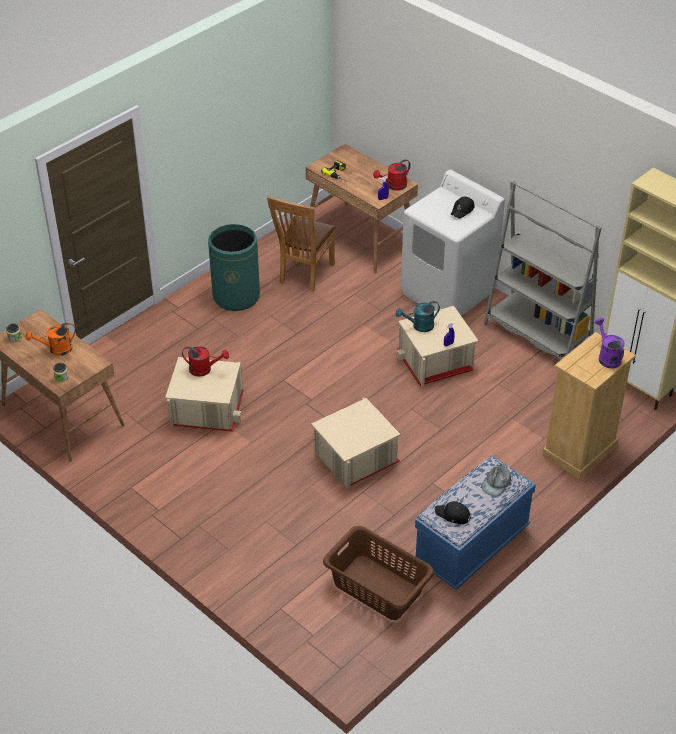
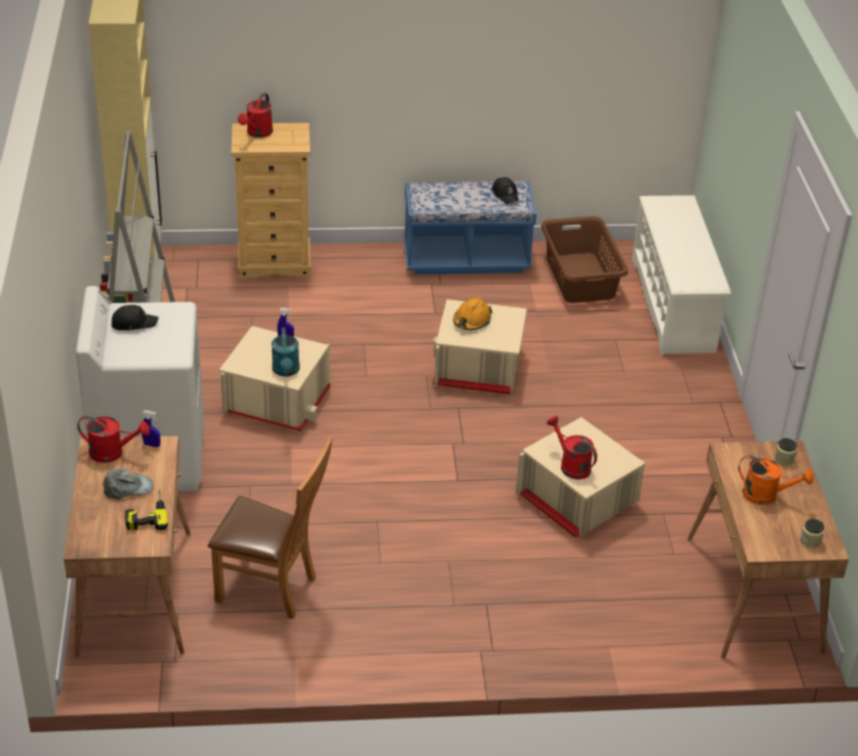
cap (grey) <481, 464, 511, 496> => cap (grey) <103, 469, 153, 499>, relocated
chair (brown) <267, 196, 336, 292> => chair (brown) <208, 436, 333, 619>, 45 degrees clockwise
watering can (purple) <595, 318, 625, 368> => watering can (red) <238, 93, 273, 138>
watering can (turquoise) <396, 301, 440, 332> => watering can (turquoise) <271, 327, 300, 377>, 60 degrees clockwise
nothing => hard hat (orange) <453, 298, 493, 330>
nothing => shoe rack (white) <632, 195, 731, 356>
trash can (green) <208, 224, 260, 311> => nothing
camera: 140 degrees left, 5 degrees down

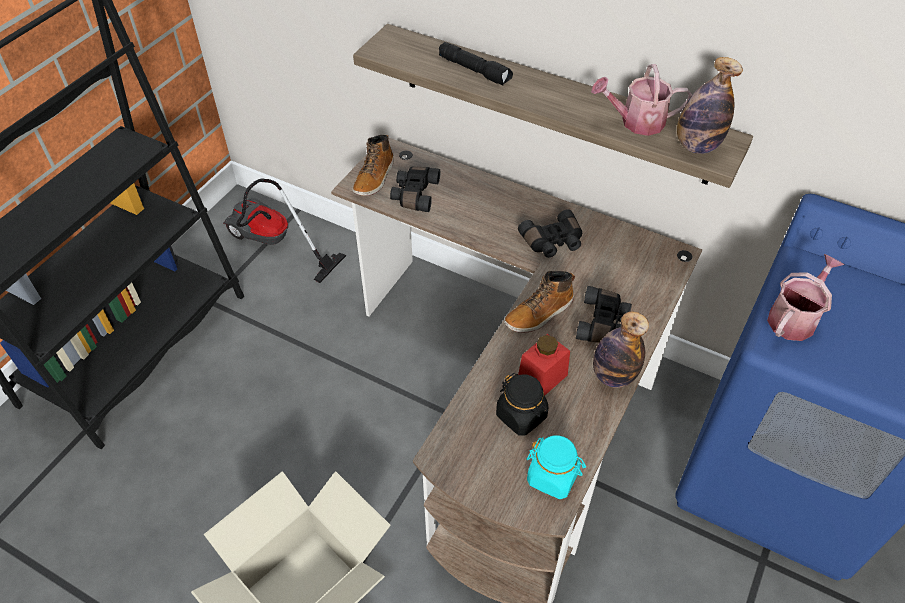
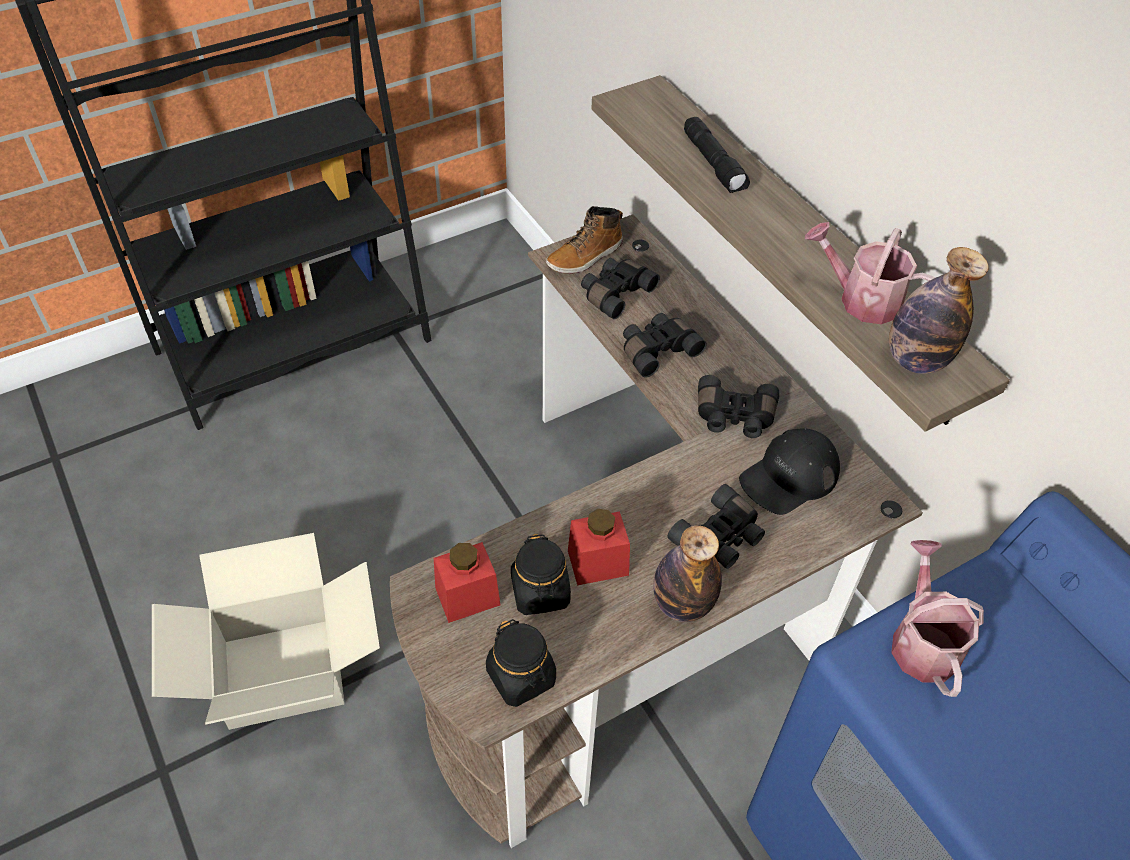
nothing => jar (red) <434, 542, 500, 623>
jar (turquoise) <527, 435, 586, 499> => jar (black) <486, 619, 556, 707>
nothing => binoculars (black) <623, 313, 707, 378>
nothing => cap (black) <739, 428, 840, 515>
watering can <767, 254, 844, 341> => watering can <891, 540, 984, 697>, 75 degrees counterclockwise
vacuum cleaner <223, 178, 346, 283> => nothing
boot <504, 271, 575, 332> => nothing
camera: 30 degrees right, 0 degrees up

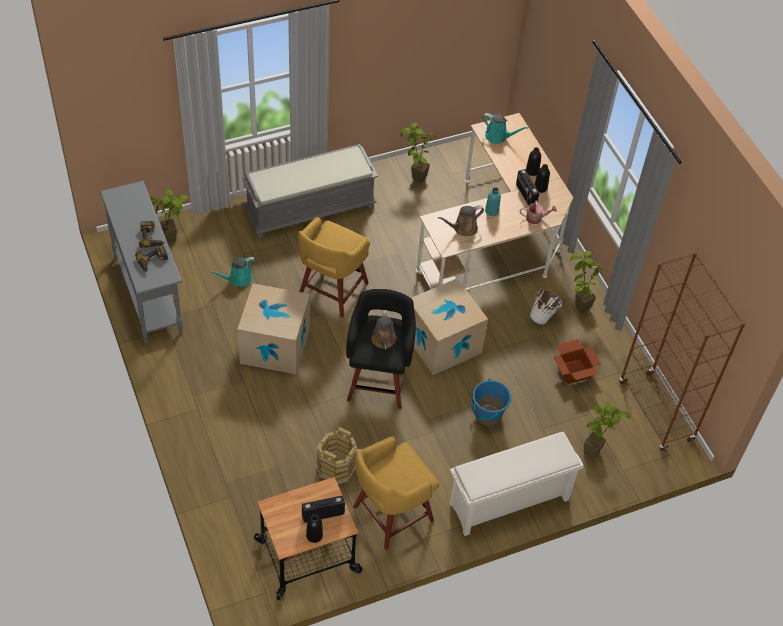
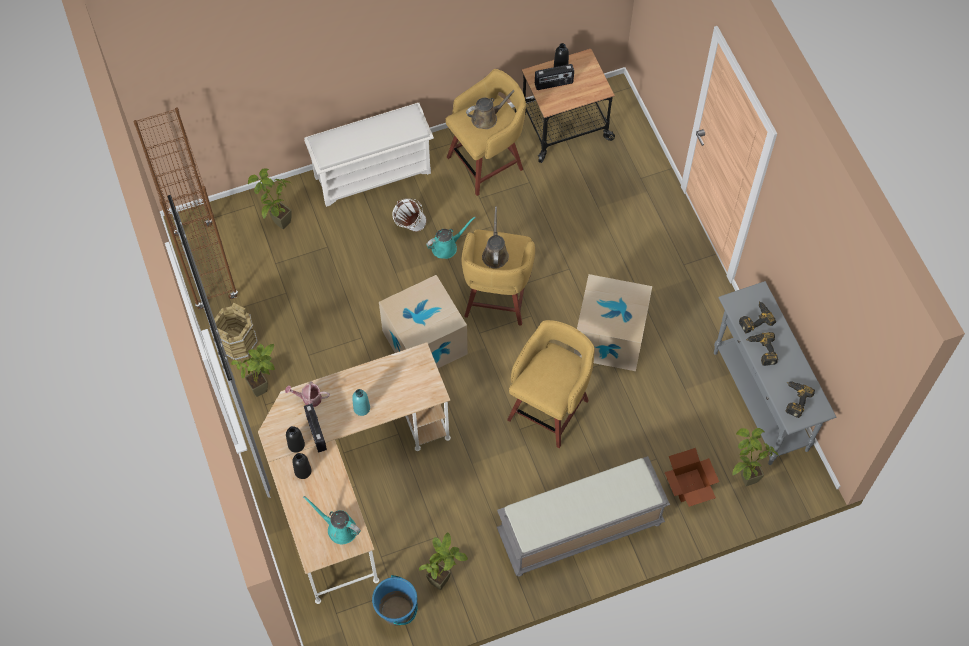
bucket (brown) <316, 427, 358, 484> => bucket (brown) <214, 303, 258, 360>, relocated
bucket (blue) <471, 379, 511, 426> => bucket (blue) <372, 575, 418, 626>, relocated
bucket (white) <529, 288, 562, 325> => bucket (white) <392, 198, 427, 232>, relocated
watering can (turquoise) <209, 257, 256, 286> => watering can (turquoise) <426, 216, 476, 259>, relocated
stool (black) <346, 289, 416, 409> => stool (yellow) <462, 230, 535, 326>
watering can (brown) <438, 205, 484, 236> => watering can (brown) <466, 90, 514, 129>, relocated
cardboard box <553, 339, 601, 384> => cardboard box <665, 448, 719, 507>, relocated
nothing => power drill <786, 381, 815, 418>
camera: 175 degrees left, 10 degrees up

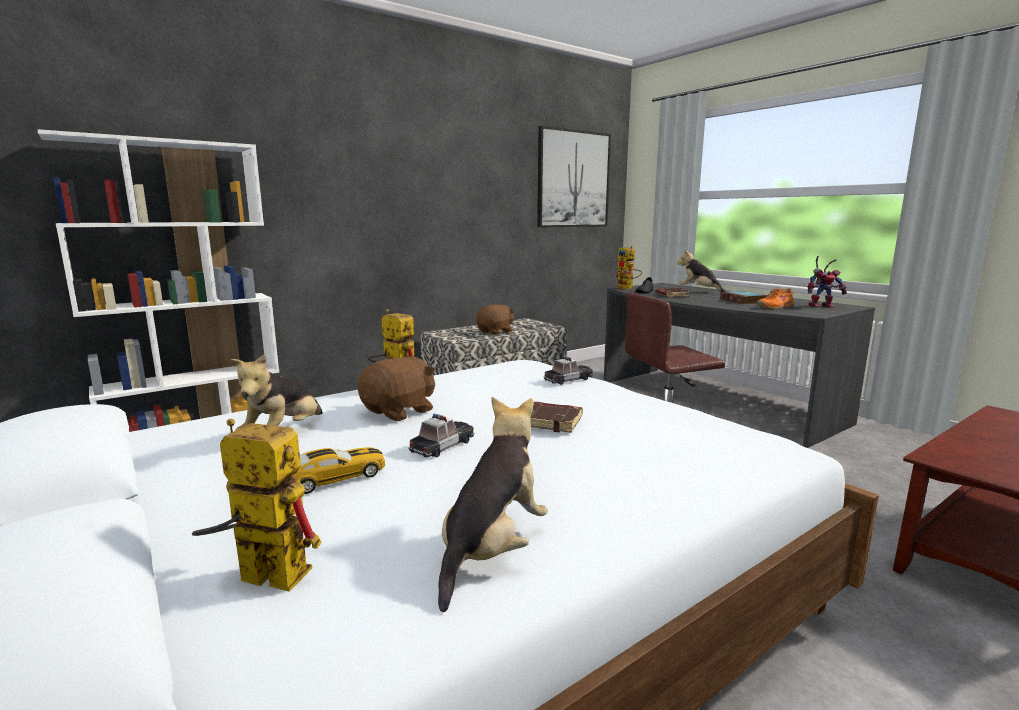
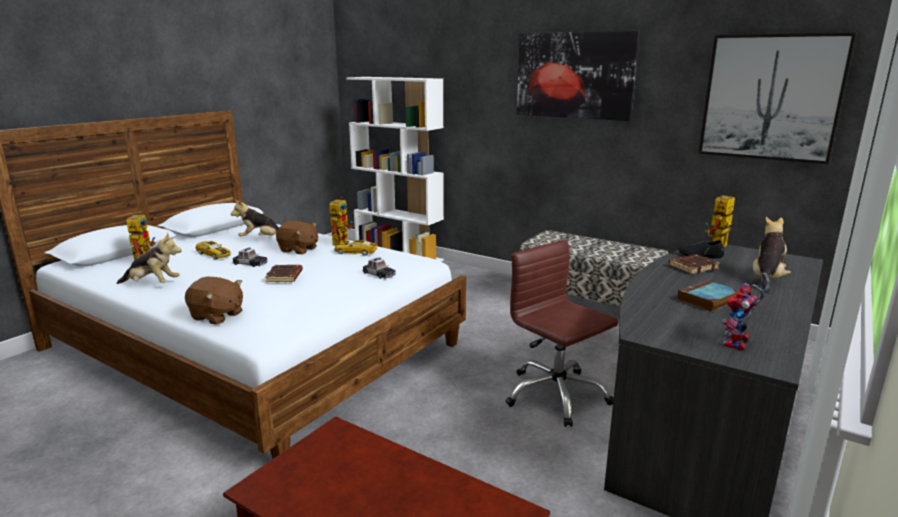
plush toy (brown) <476, 305, 514, 335> => plush toy (brown) <185, 277, 243, 325>, relocated
nothing => toy car <335, 240, 377, 256>
nothing => picture <517, 31, 640, 121>
toy robot <807, 256, 847, 308> => toy robot <722, 273, 770, 350>, 60 degrees clockwise
shoe (orange) <756, 288, 795, 309> => nothing
camera: 70 degrees right, 5 degrees up

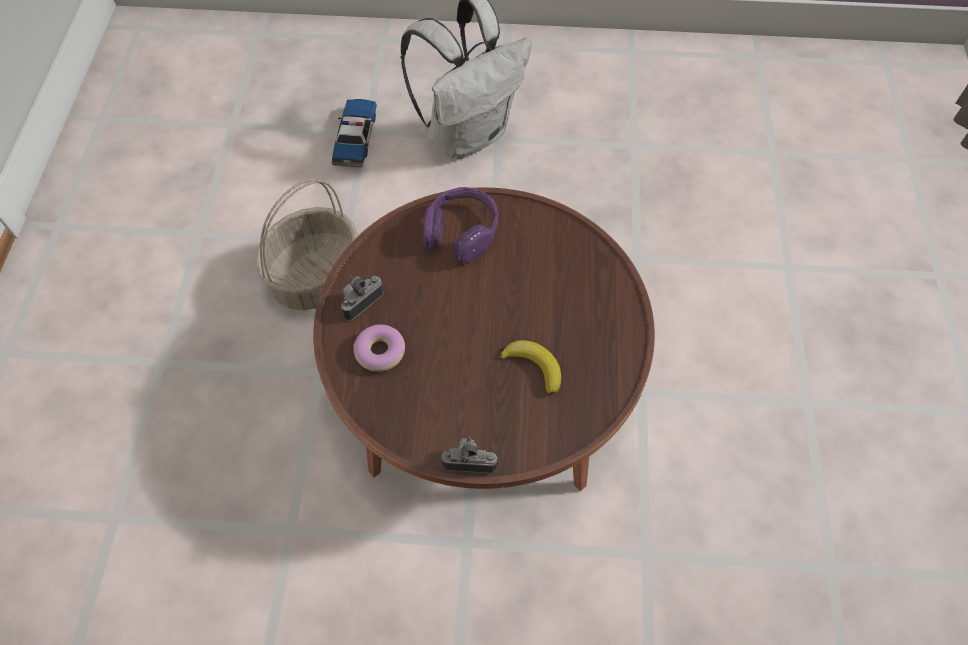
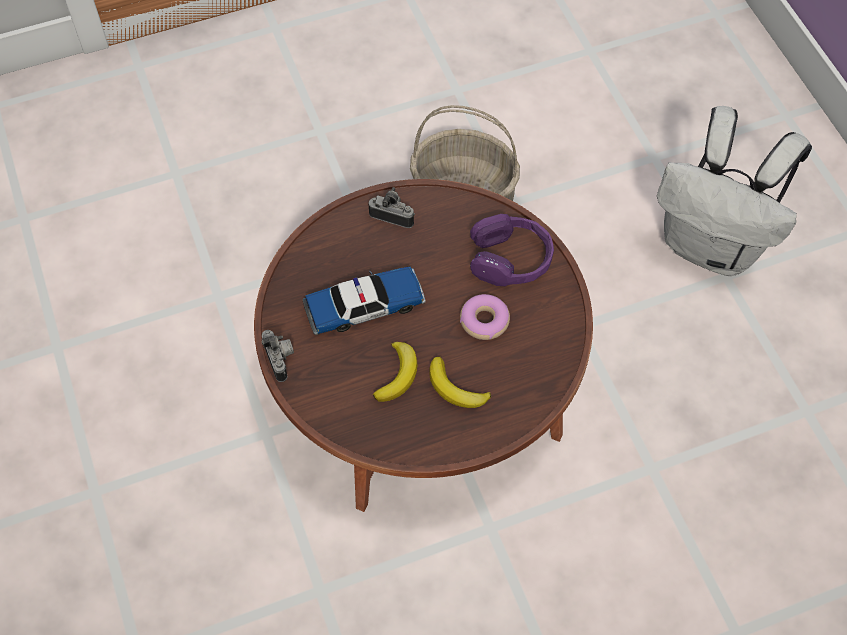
toy car <332, 99, 377, 167> => toy car <303, 267, 425, 335>, relocated
nothing => banana <429, 357, 491, 408>
donut <353, 324, 405, 372> => donut <460, 294, 510, 340>, relocated
camera: 65 degrees right, 0 degrees up

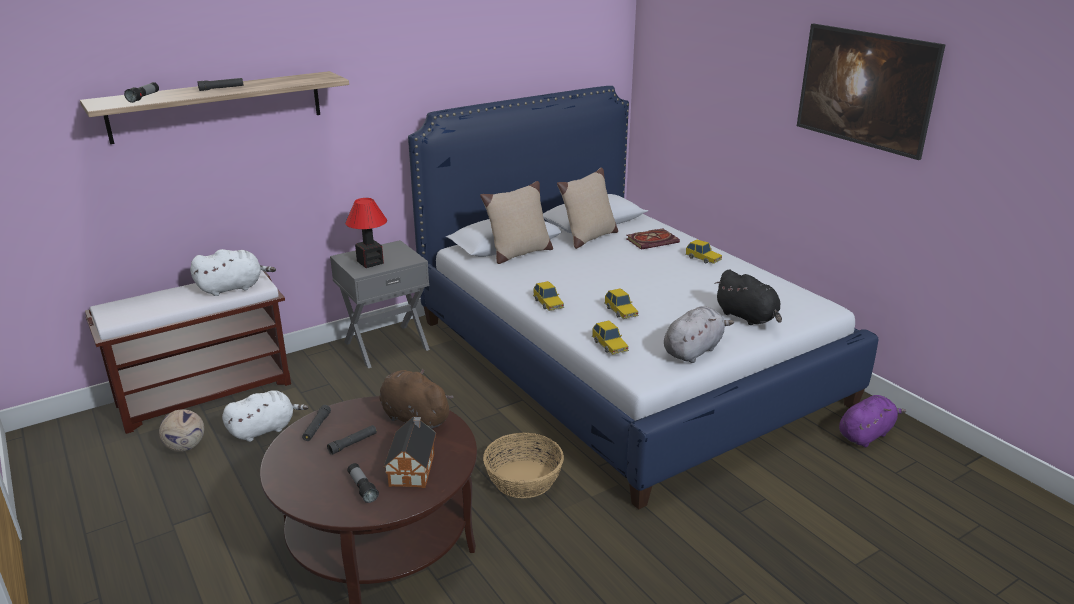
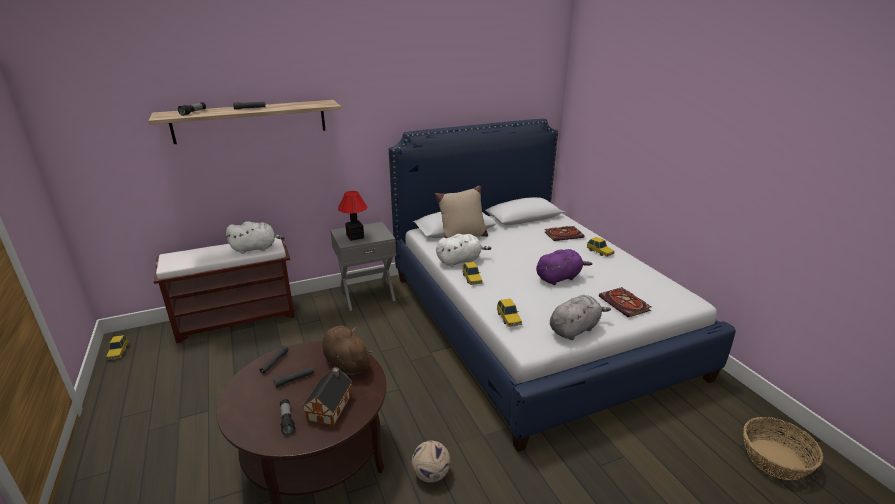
toy car <604, 288, 639, 319> => toy car <106, 335, 129, 360>, relocated
football <159, 409, 204, 452> => football <412, 441, 450, 483>, relocated
plush toy (white) <222, 390, 309, 442> => plush toy (white) <436, 234, 492, 267>, relocated
plush toy (purple) <839, 395, 906, 447> => plush toy (purple) <536, 249, 592, 285>, relocated
plush toy (black) <714, 270, 782, 325> => book <599, 287, 651, 317>
basket <483, 433, 564, 498> => basket <743, 417, 823, 480>, relocated
pillow (beige) <557, 168, 618, 249> => nothing
picture <797, 23, 946, 160> => nothing
camera: 10 degrees right, 0 degrees up

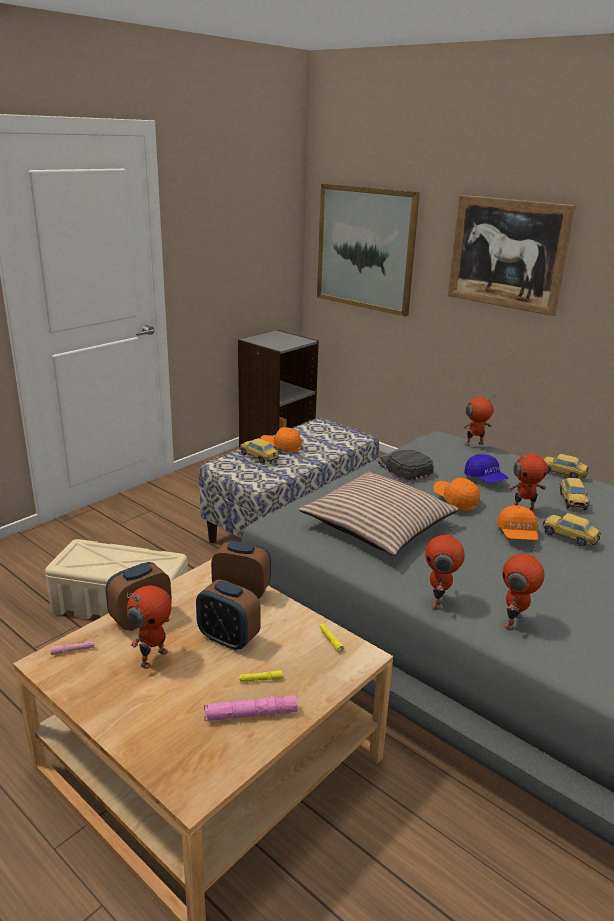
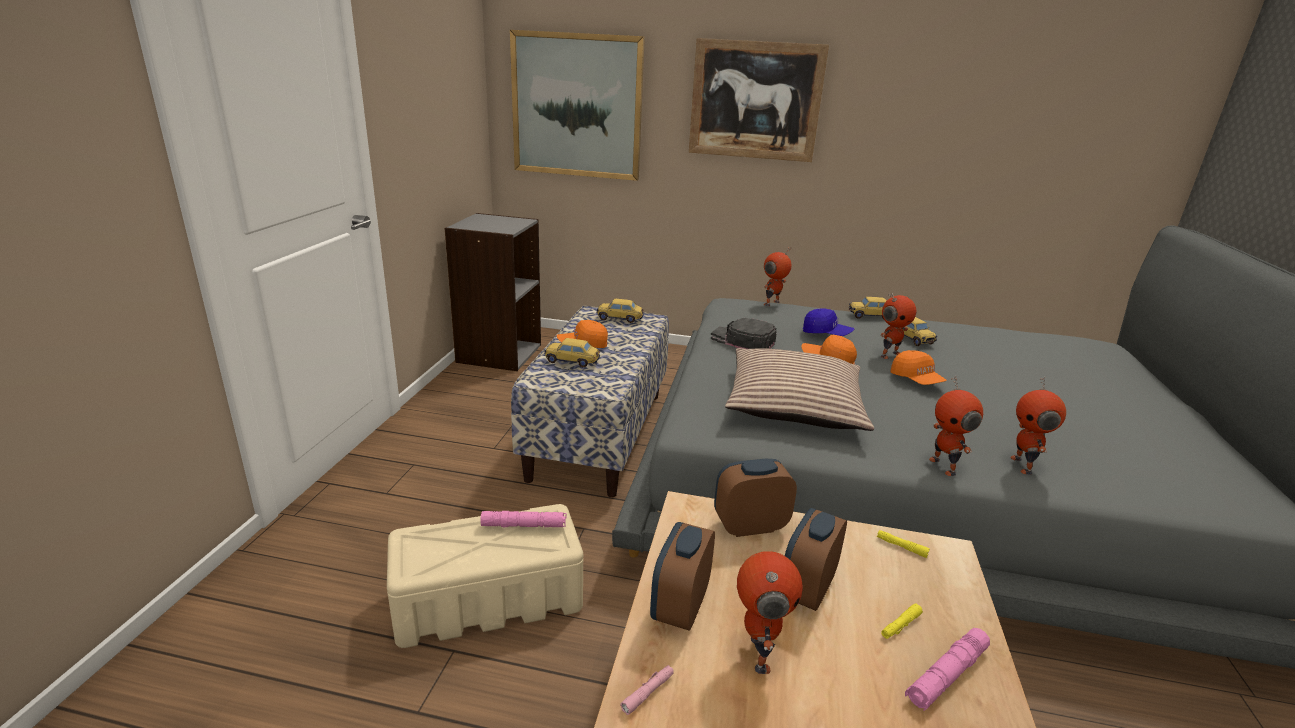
nothing => flashlight (pink) <480, 511, 567, 528>
toy car <542, 513, 601, 546> => toy car <597, 299, 644, 323>, relocated
alarm clock <196, 579, 261, 651> => alarm clock <785, 508, 847, 611>, 120 degrees clockwise
camera: 30 degrees left, 0 degrees up

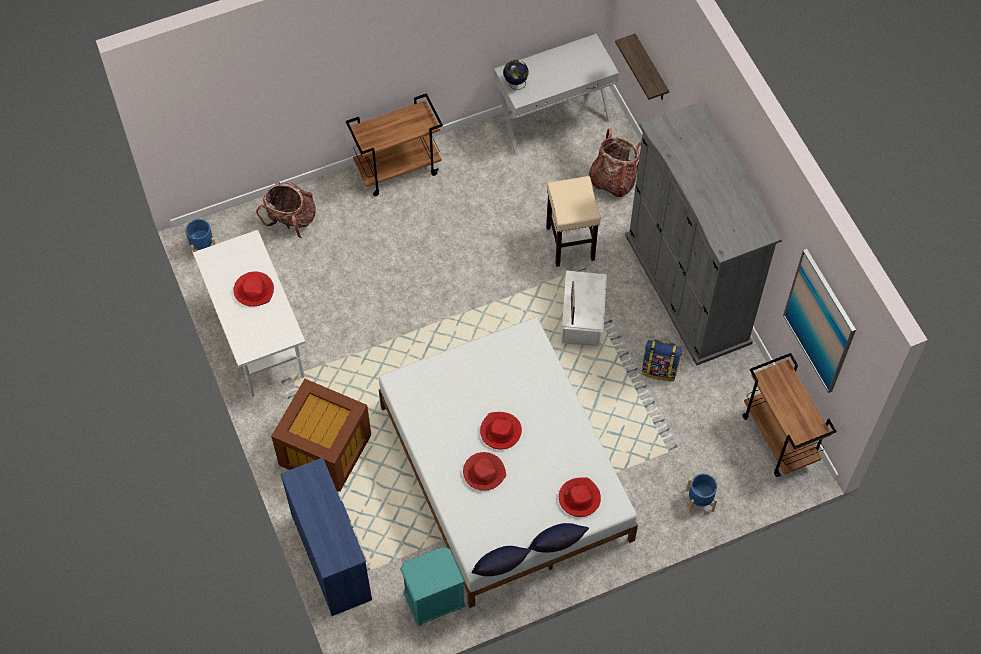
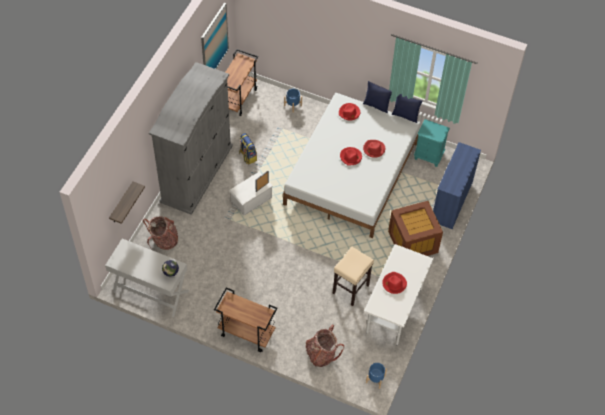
stool (beige) <546, 176, 601, 267> => stool (beige) <333, 247, 374, 306>, relocated
camera: 135 degrees left, 5 degrees down

